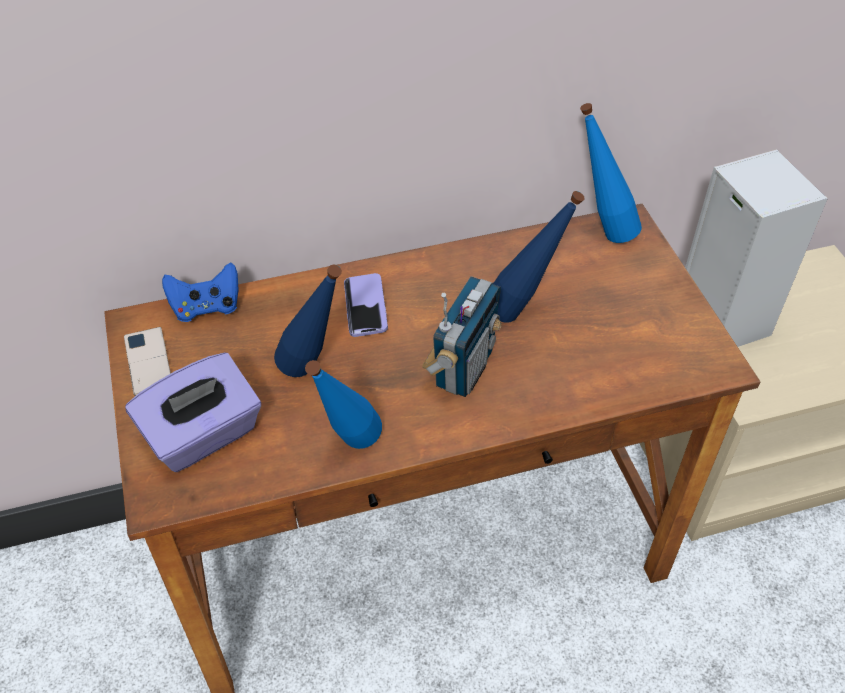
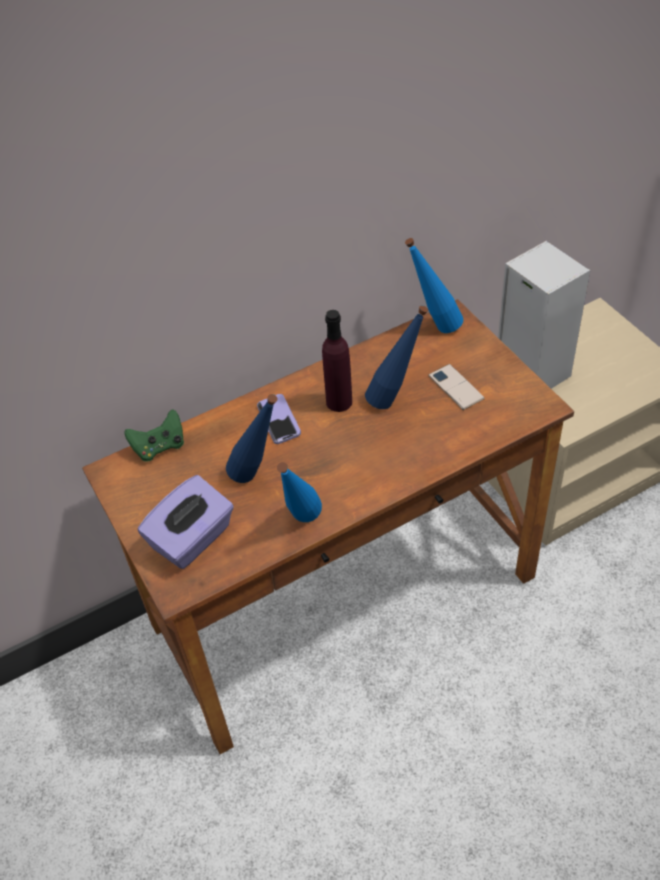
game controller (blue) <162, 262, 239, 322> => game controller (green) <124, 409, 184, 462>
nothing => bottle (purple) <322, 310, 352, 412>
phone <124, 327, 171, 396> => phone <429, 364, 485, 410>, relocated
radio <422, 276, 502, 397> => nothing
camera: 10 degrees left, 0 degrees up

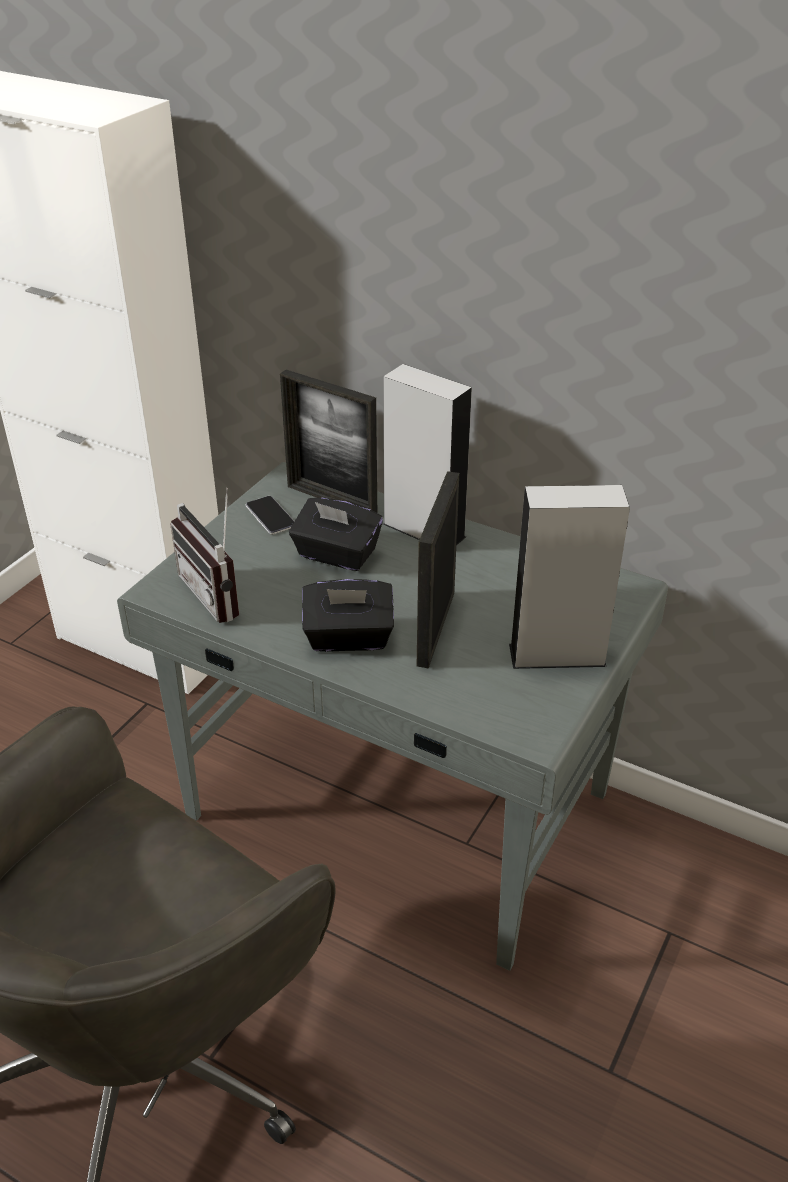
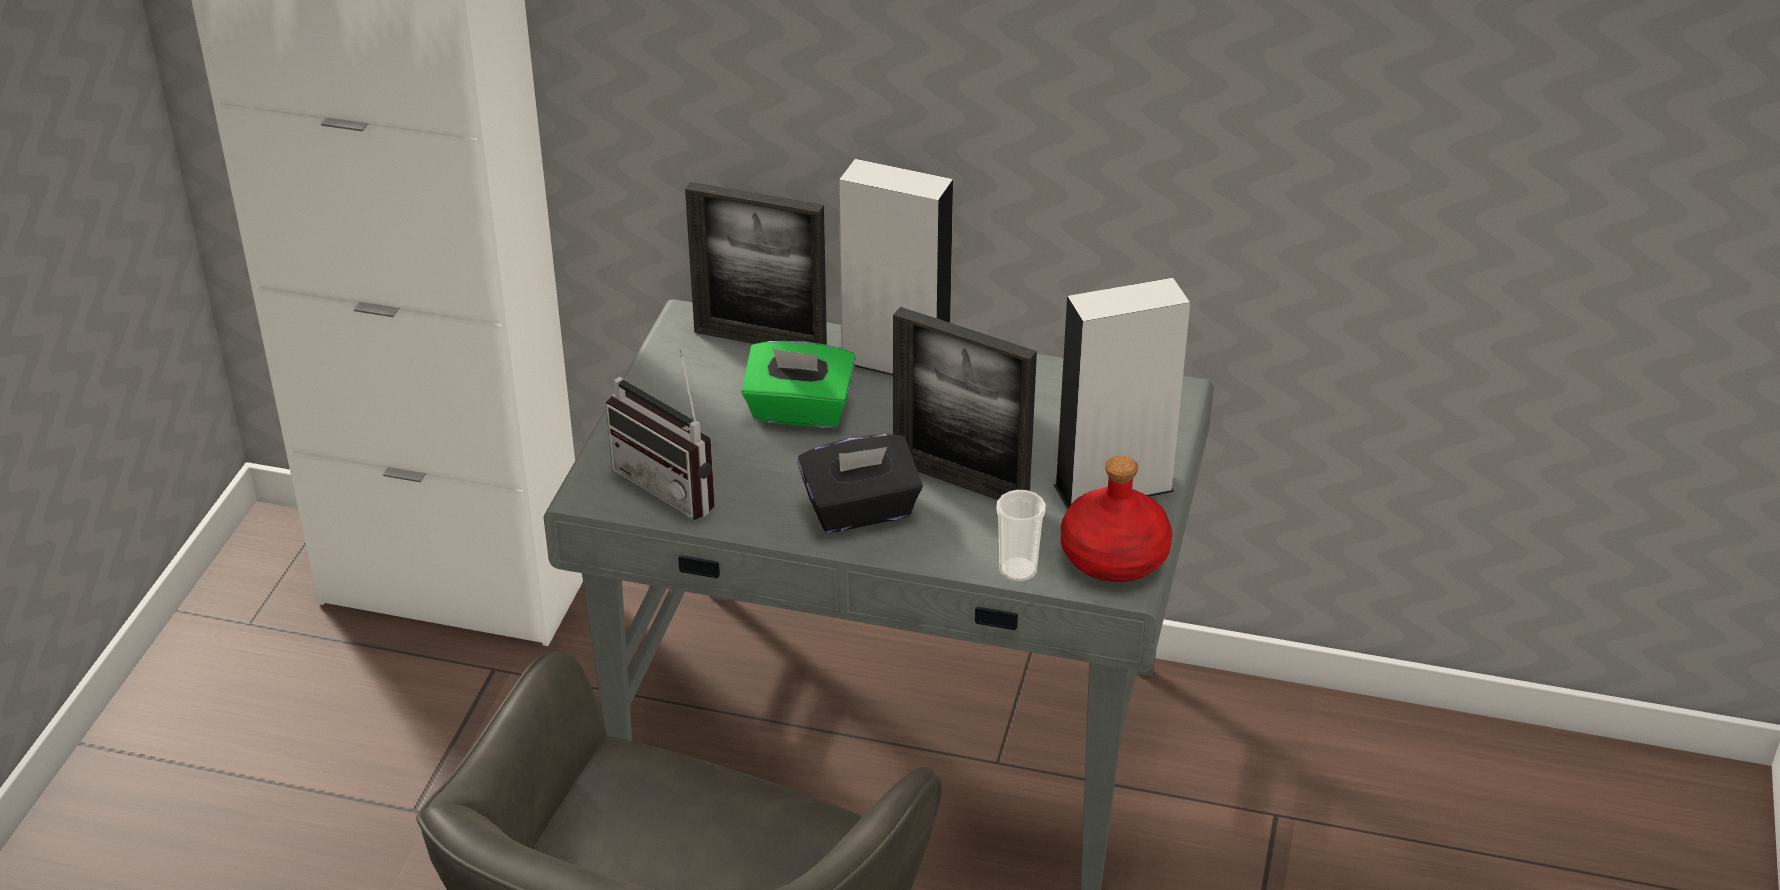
tissue box (black) <289, 497, 383, 571> => tissue box (green) <741, 341, 856, 428>
picture frame <417, 471, 459, 669> => picture frame <893, 307, 1037, 500>, 60 degrees counterclockwise
nothing => cup <996, 490, 1046, 582>
nothing => bottle (red) <1061, 456, 1173, 582>
phone <246, 496, 294, 535> => nothing
camera: 15 degrees left, 0 degrees up

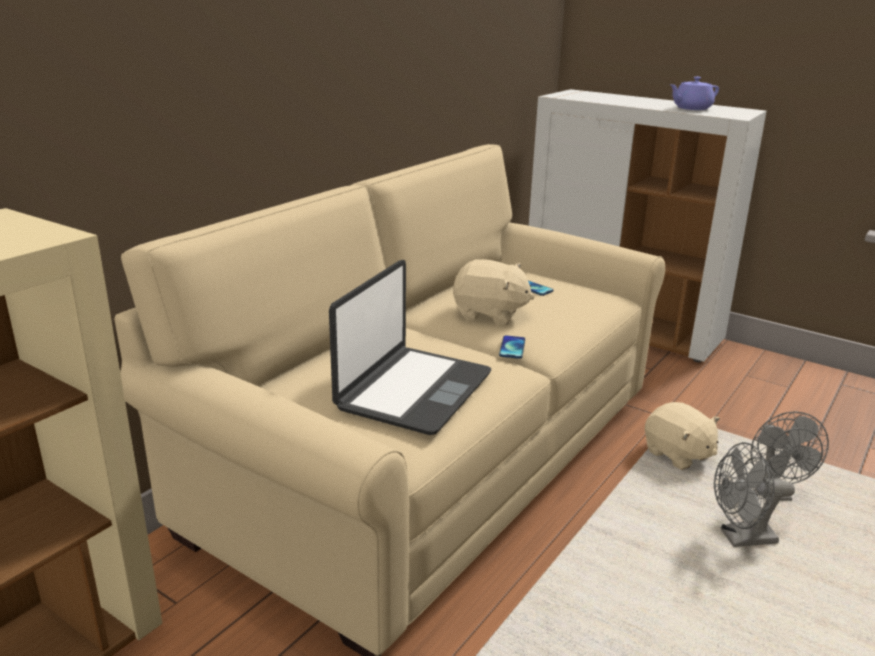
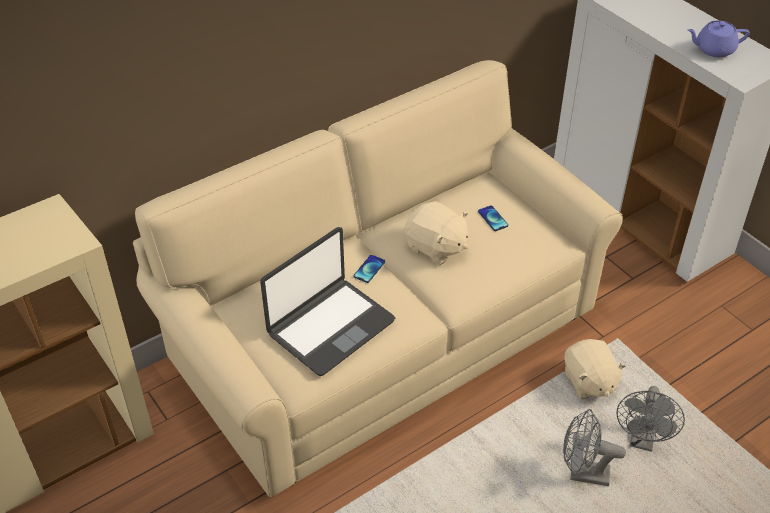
phone <499, 336, 525, 359> => phone <354, 255, 385, 283>, relocated
camera: 20 degrees right, 20 degrees up

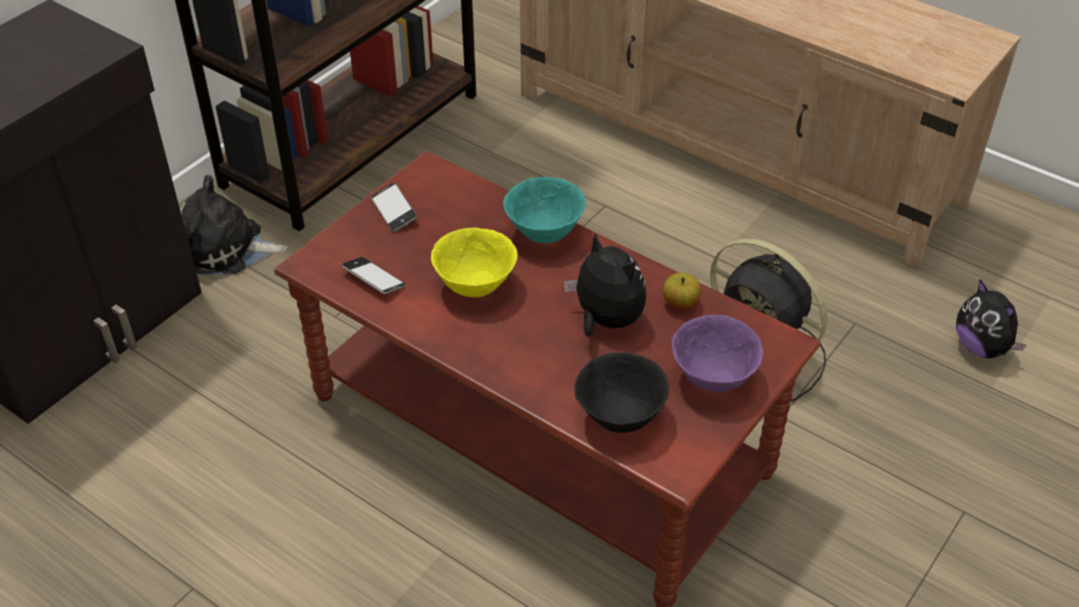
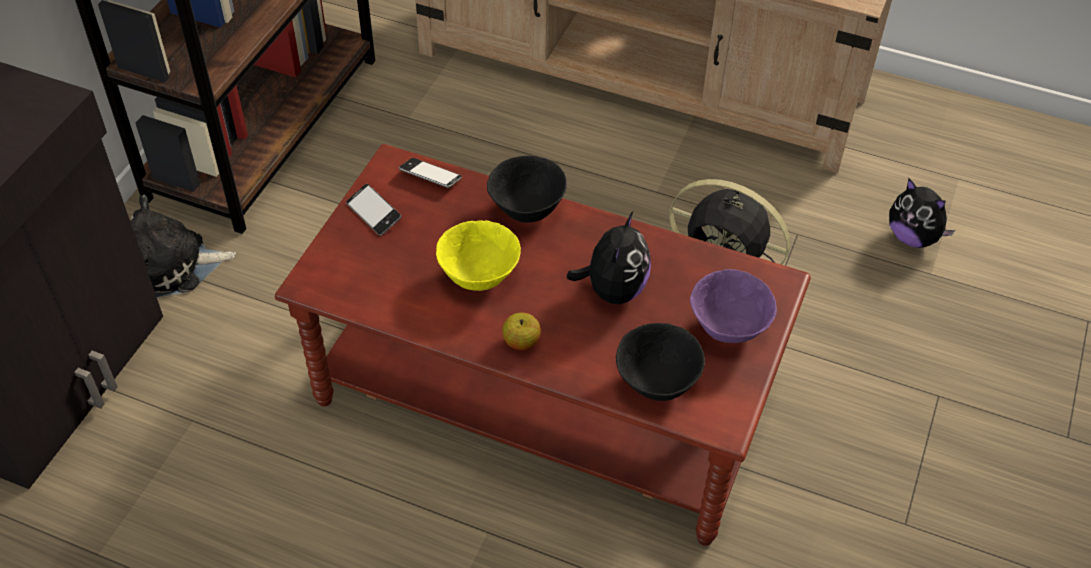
phone <341, 257, 406, 294> => phone <399, 158, 462, 188>, relocated
bowl (turquoise) <503, 177, 586, 243> => bowl (black) <487, 156, 567, 223>
apple <663, 273, 701, 310> => apple <502, 313, 541, 350>, relocated
plush toy <564, 233, 646, 337> => plush toy <566, 212, 651, 304>, 75 degrees clockwise
camera: 15 degrees left, 5 degrees up

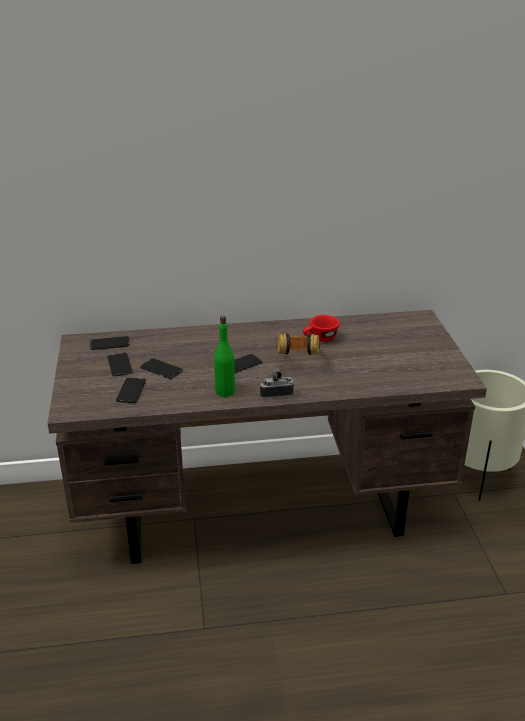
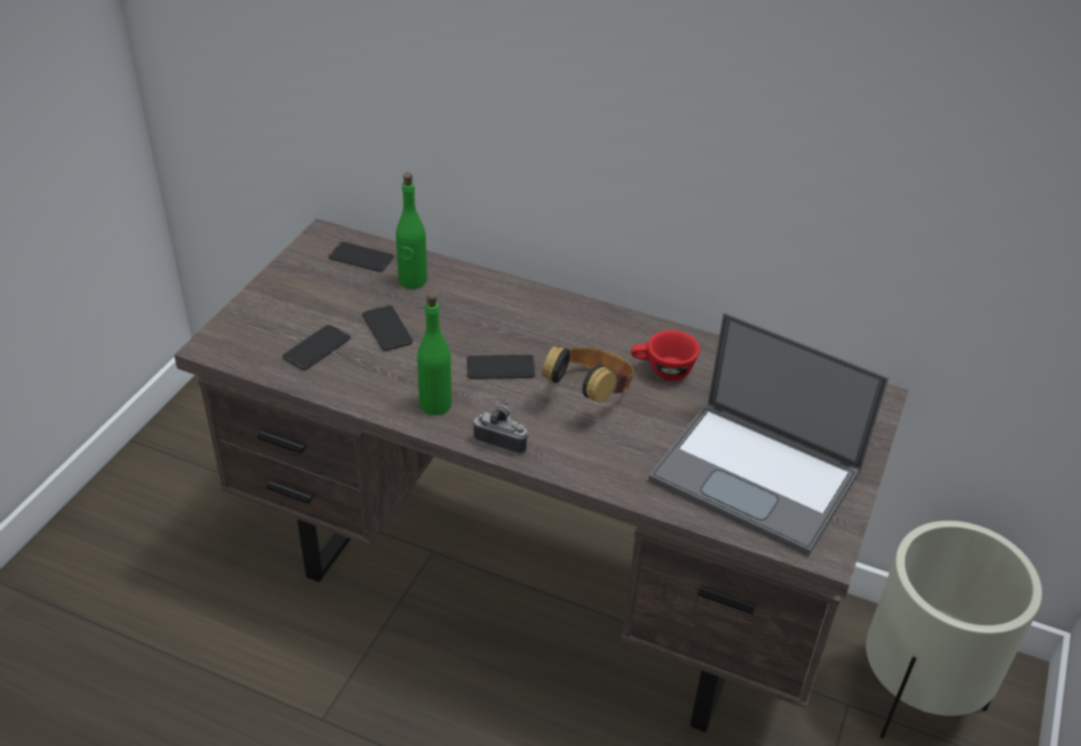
nothing => bottle (green) <396, 173, 427, 289>
nothing => laptop <648, 312, 889, 556>
phone <107, 353, 133, 376> => nothing
camera: 30 degrees right, 10 degrees up

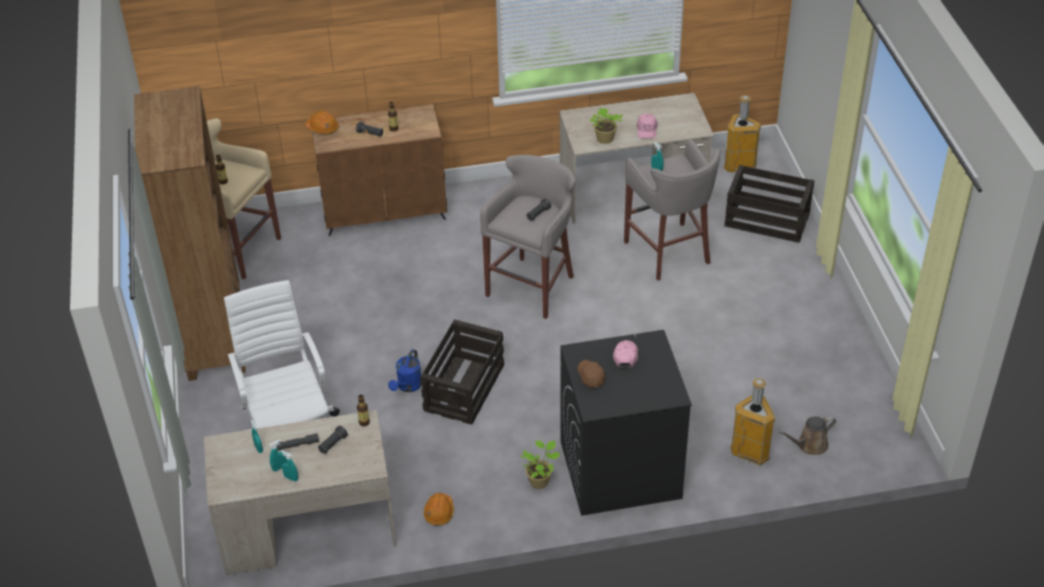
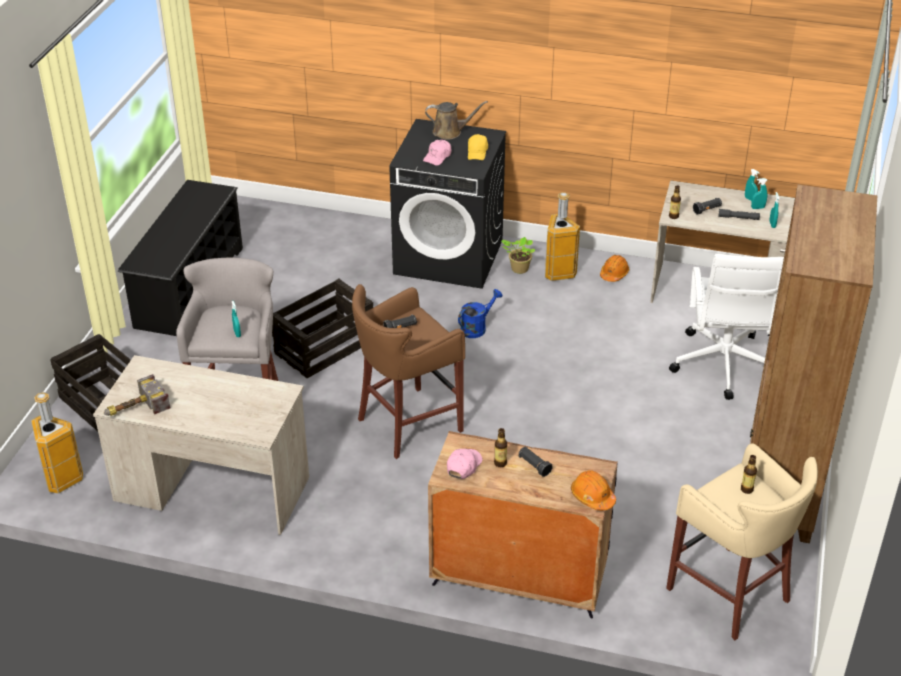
nothing => hammer <104, 374, 171, 416>
nothing => shoe rack (black) <118, 180, 243, 336>
crate <420, 319, 504, 425> => crate <272, 279, 373, 378>, relocated
stool (grey) <480, 155, 575, 319> => stool (brown) <352, 284, 465, 459>
watering can (brown) <779, 416, 836, 455> => watering can (brown) <425, 101, 488, 140>, relocated
cap (pink) <637, 113, 657, 139> => cap (pink) <447, 449, 483, 479>, relocated
watering can (blue) <388, 349, 422, 392> => watering can (blue) <458, 289, 503, 338>, relocated
cap (brown) <578, 360, 605, 388> => cap (yellow) <468, 134, 488, 160>
trash can <731, 378, 775, 465> => trash can <545, 192, 580, 281>, relocated
potted plant <590, 108, 623, 144> => nothing
camera: 155 degrees left, 5 degrees down

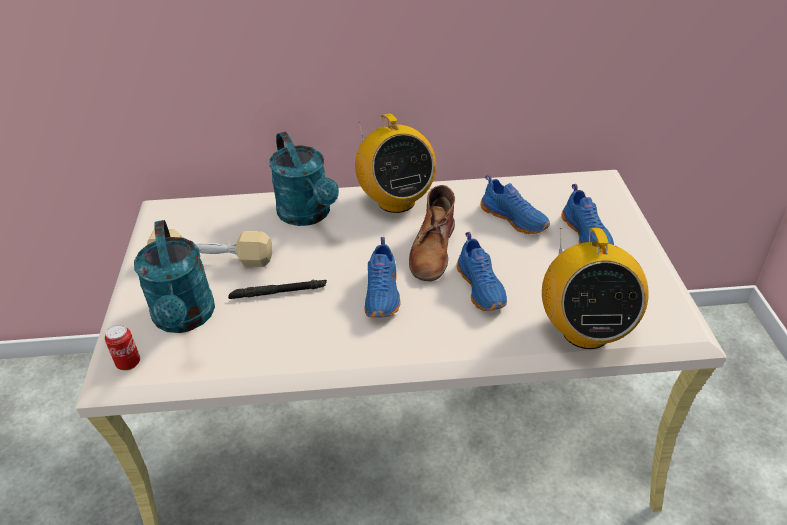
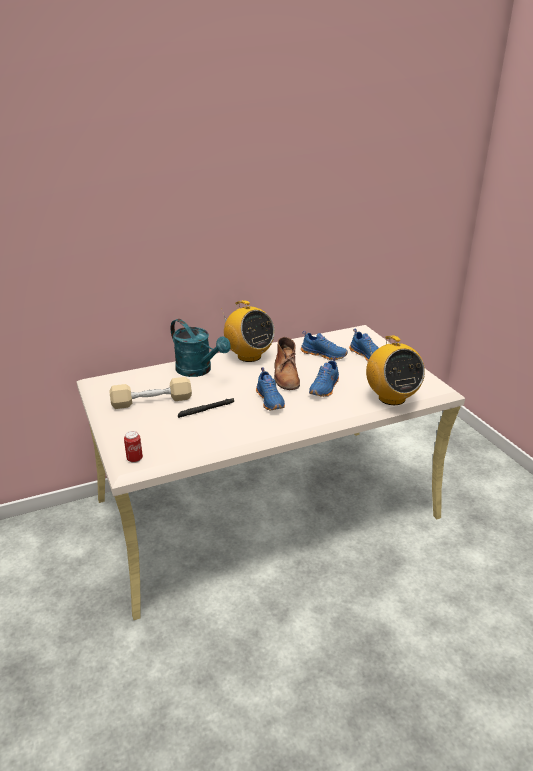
shoe (blue) <457, 232, 507, 311> => shoe (blue) <309, 357, 339, 397>, 60 degrees clockwise
watering can (turquoise) <134, 220, 215, 333> => nothing
camera: 20 degrees left, 10 degrees down

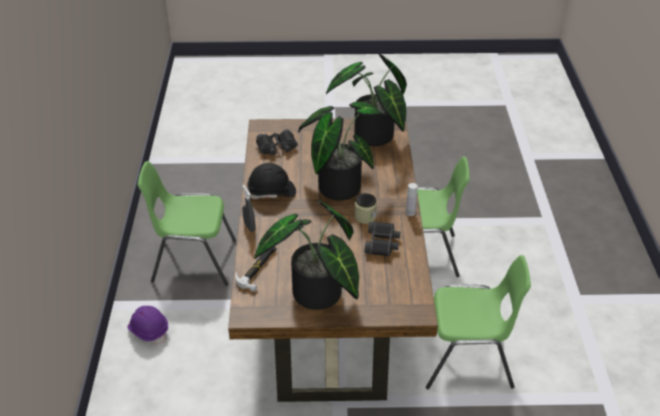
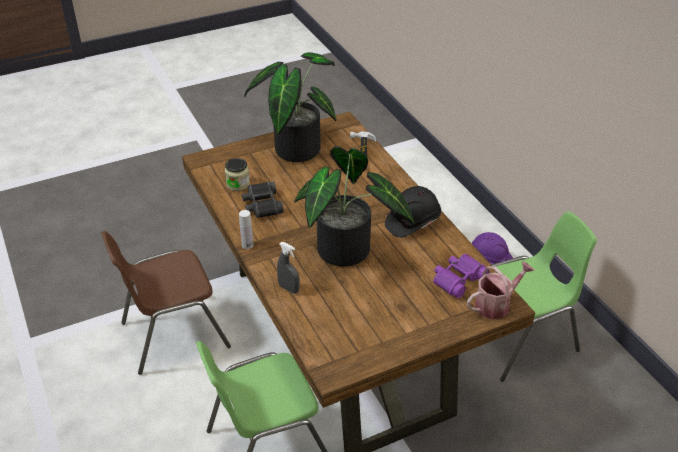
chair (green) <426, 255, 531, 389> => chair (brown) <101, 231, 231, 375>
jar <355, 193, 377, 224> => jar <225, 158, 250, 191>, relocated
spray bottle (grey) <242, 185, 256, 232> => spray bottle (grey) <277, 242, 300, 294>, relocated
binoculars (black) <256, 129, 298, 155> => binoculars (purple) <433, 254, 489, 298>
nothing => watering can <467, 261, 535, 319>
potted plant <326, 54, 407, 146> => nothing
camera: 155 degrees right, 0 degrees up

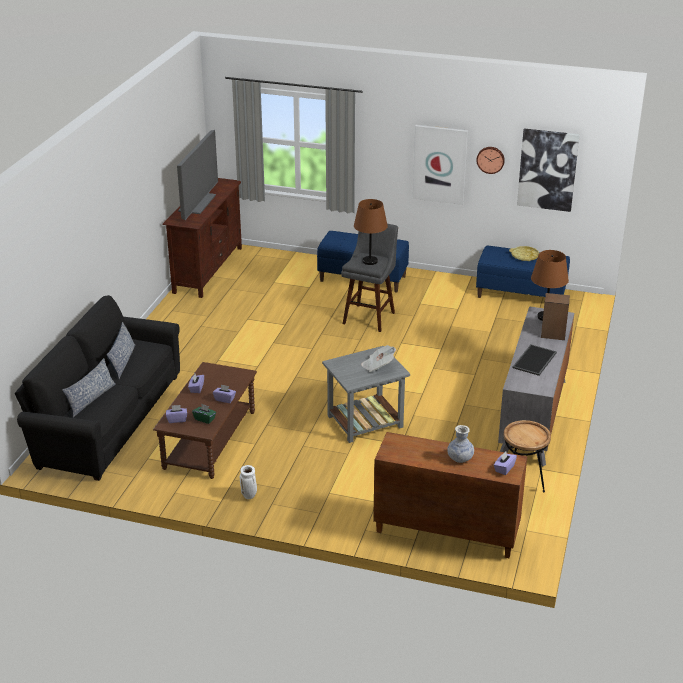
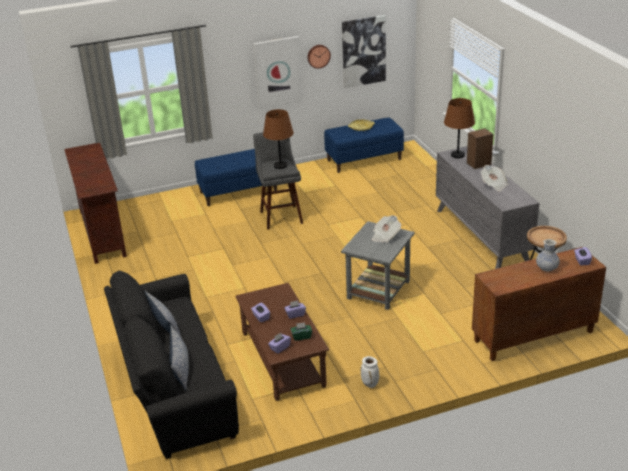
tray <512, 344, 557, 376> => newspaper <481, 165, 508, 192>
television <177, 130, 218, 220> => nothing
camera: 35 degrees left, 0 degrees up

